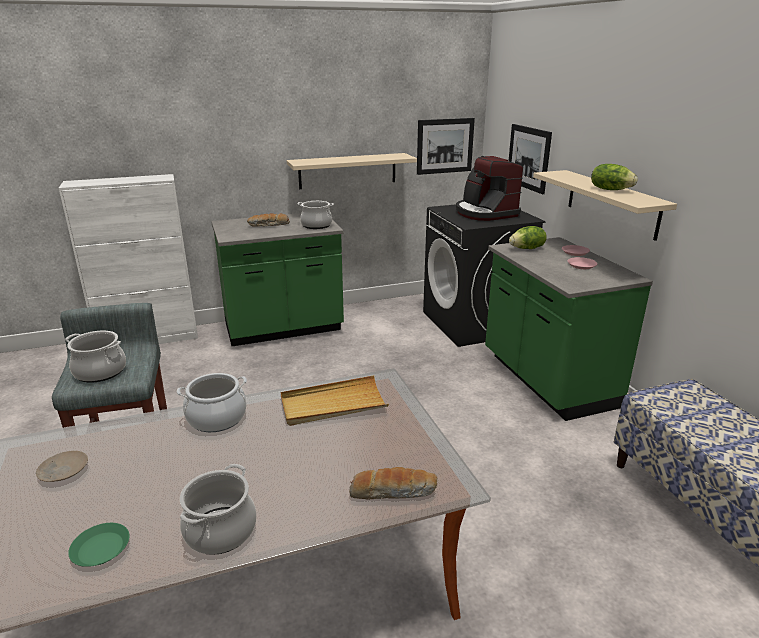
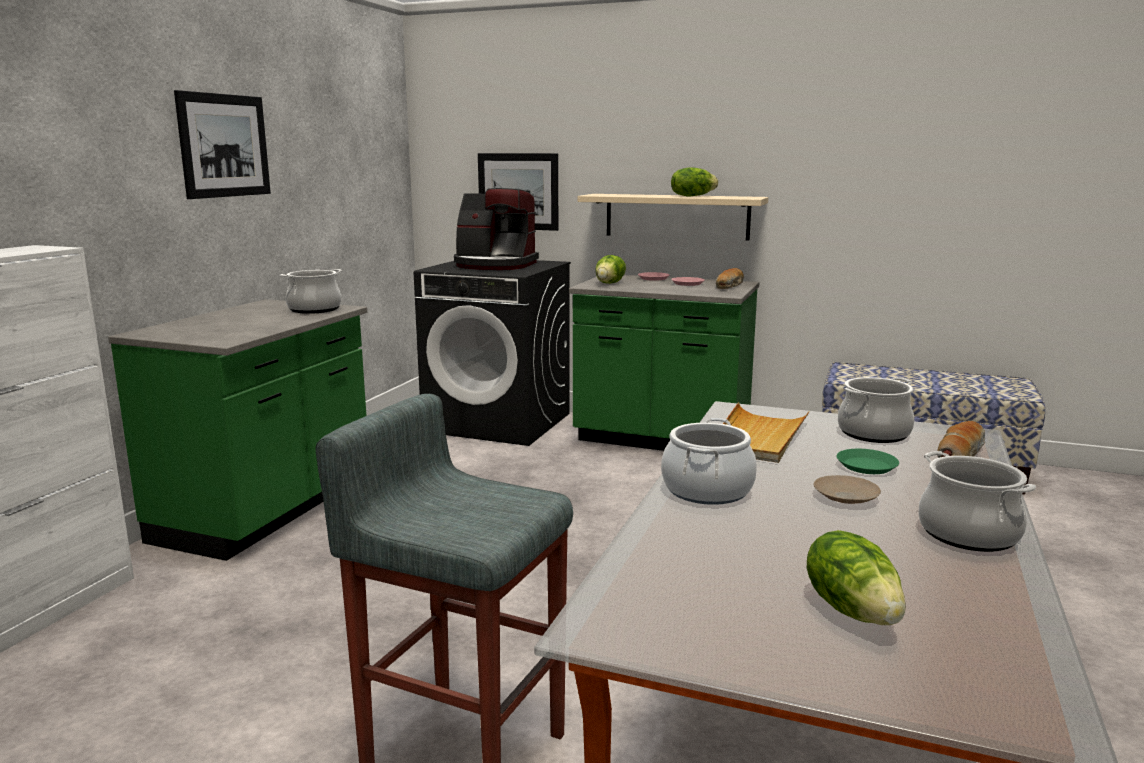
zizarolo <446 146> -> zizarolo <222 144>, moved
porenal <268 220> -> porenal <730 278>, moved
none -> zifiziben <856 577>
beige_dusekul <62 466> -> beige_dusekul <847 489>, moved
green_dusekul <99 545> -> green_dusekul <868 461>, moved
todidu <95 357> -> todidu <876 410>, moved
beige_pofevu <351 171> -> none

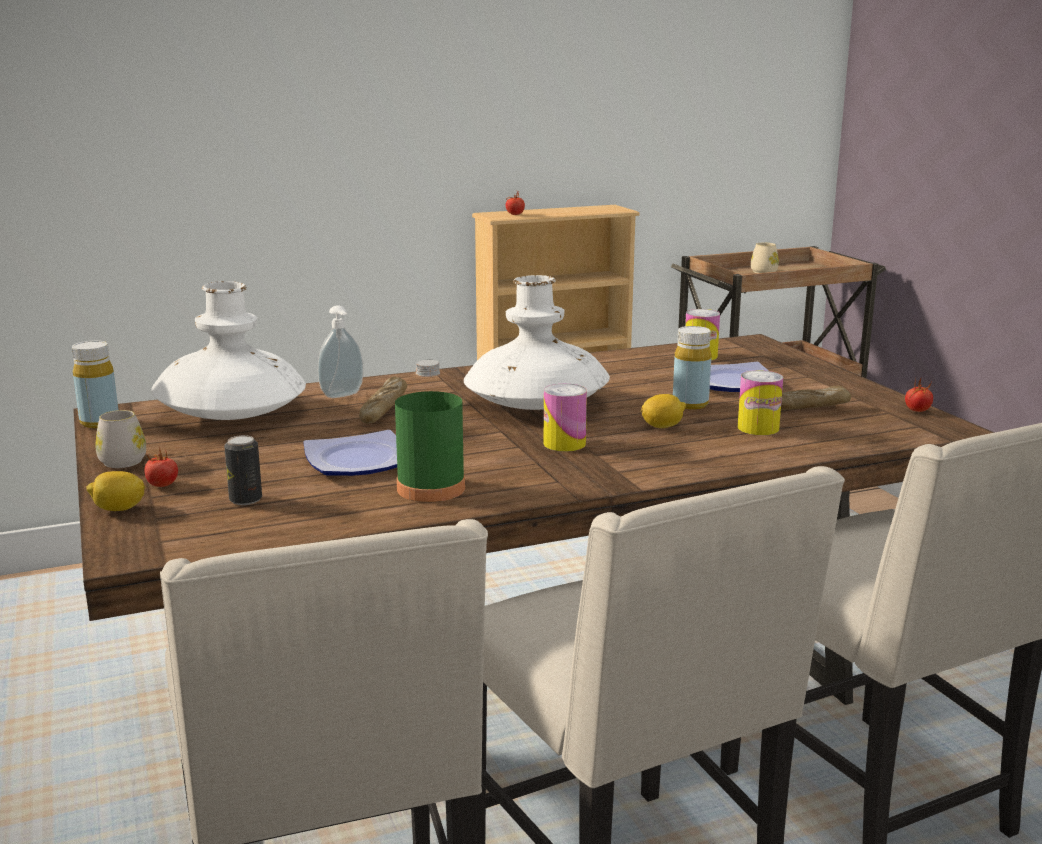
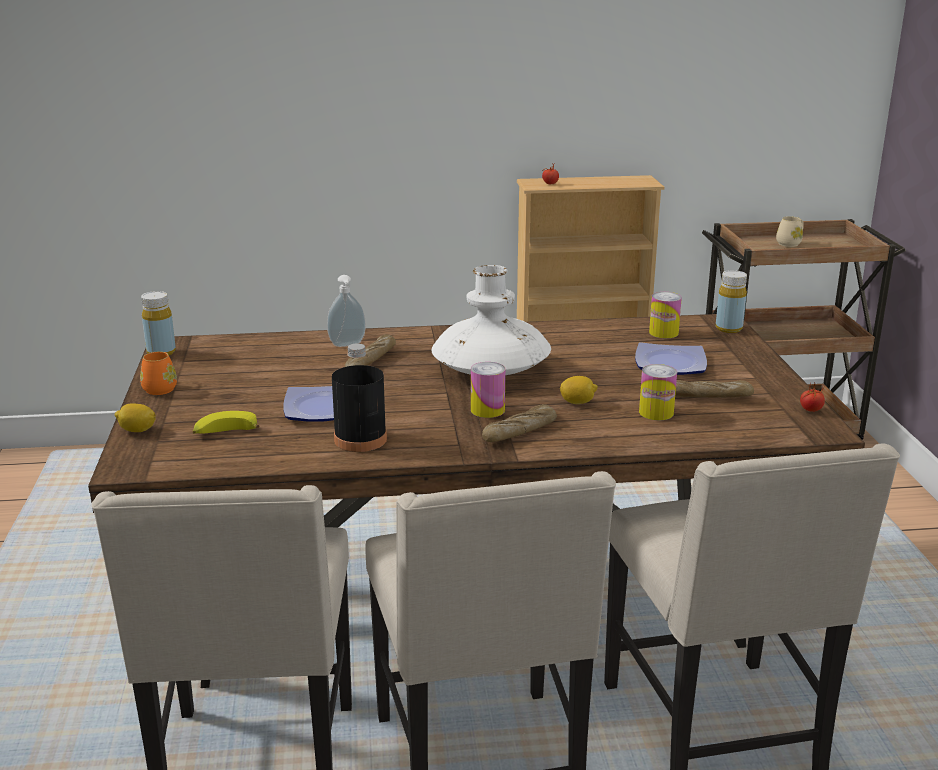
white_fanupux <120 439> -> orange_fanupux <158 373>
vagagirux <243 470> -> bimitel <226 422>
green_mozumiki <430 431> -> black_mozumiki <359 397>
none -> porenal <519 423>
yellow_mozumiki <692 367> -> yellow_mozumiki <731 301>, moved
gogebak <161 467> -> none
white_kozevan <228 350> -> none

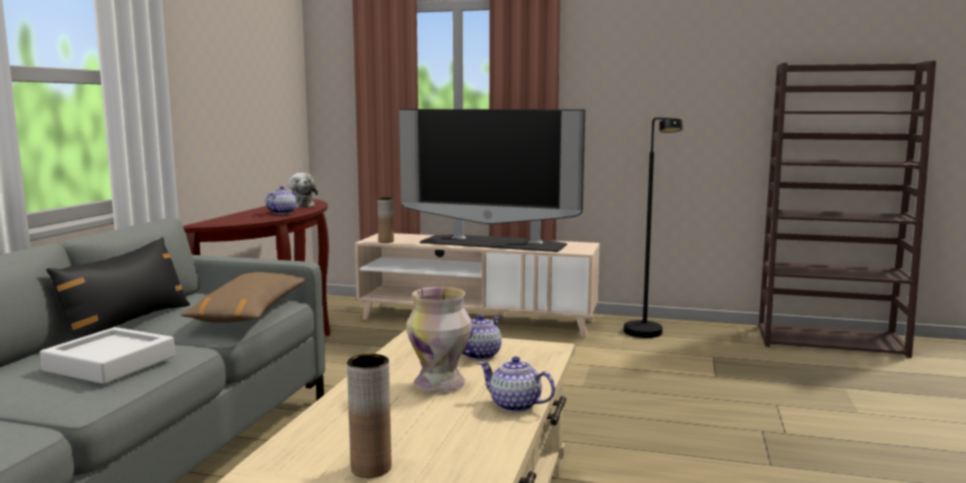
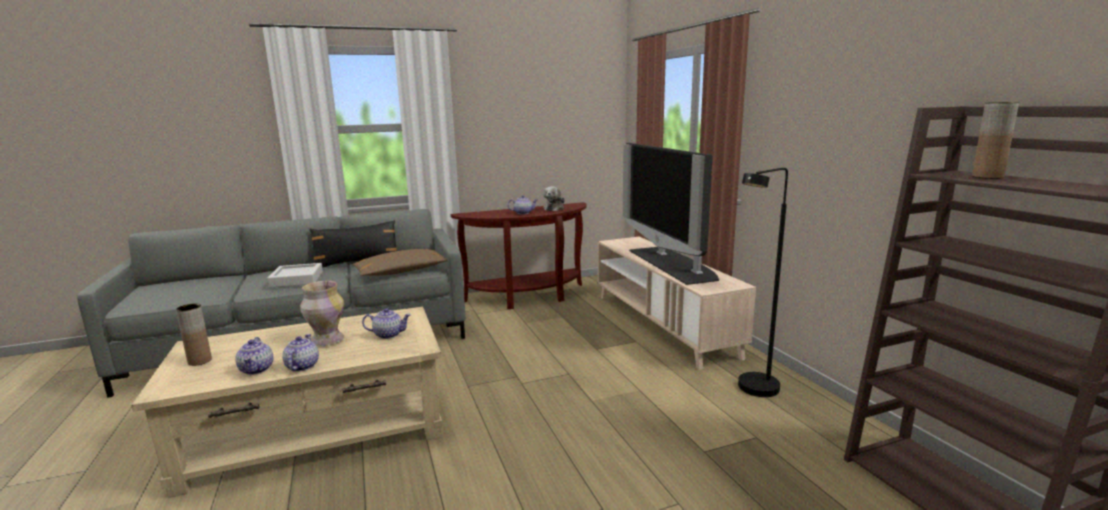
none -> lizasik <254 356>
brown_kozevan <385 220> -> brown_kozevan <995 140>, moved

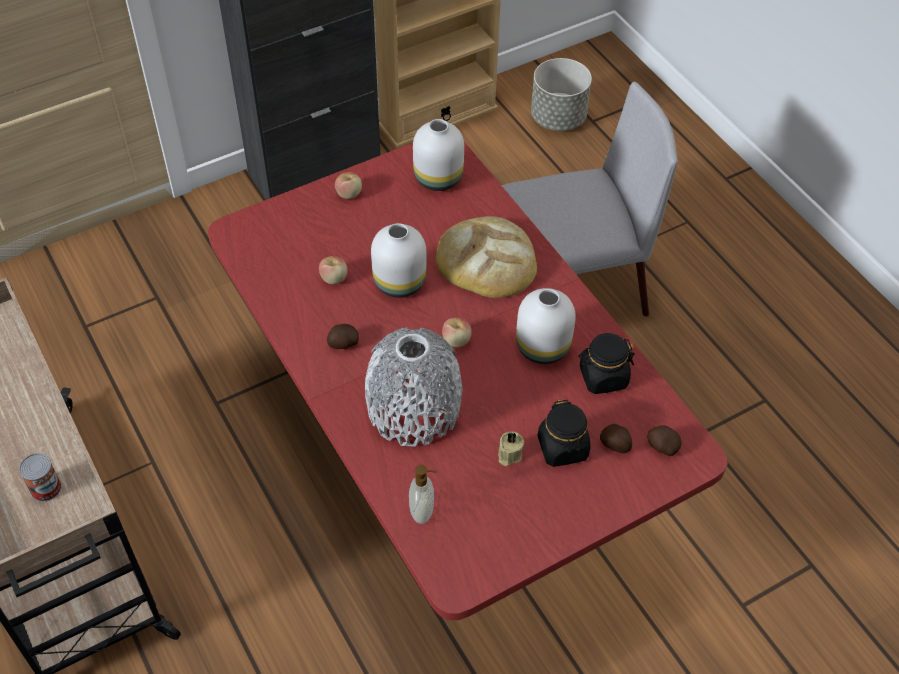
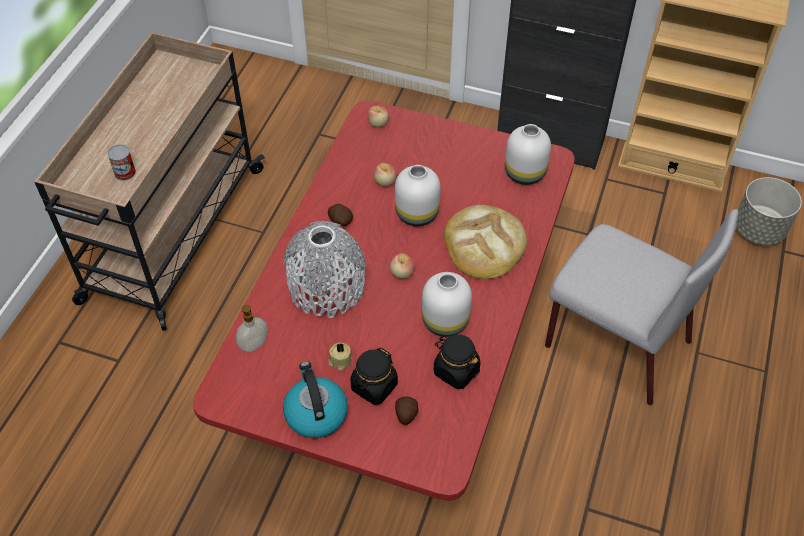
none -> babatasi <315 399>
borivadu <348 185> -> borivadu <378 116>, moved
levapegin <664 440> -> none

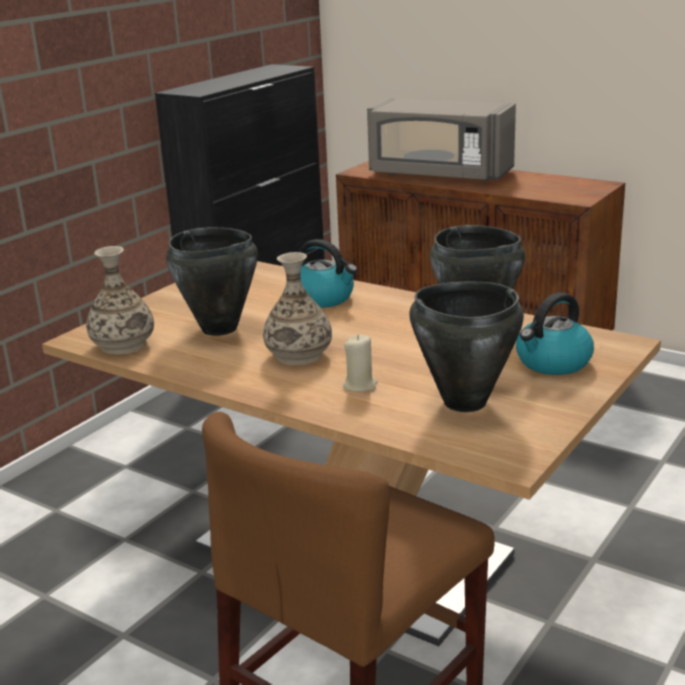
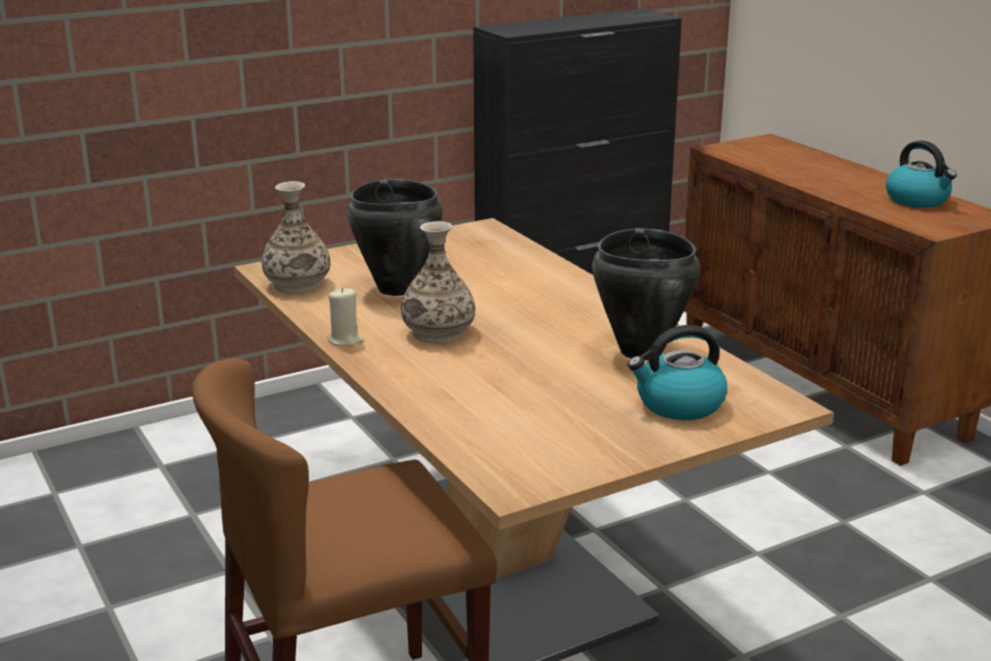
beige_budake <360 363> -> beige_budake <346 316>, moved
babatasi <327 273> -> babatasi <921 174>, moved
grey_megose <441 140> -> none
black_todidu <466 347> -> none

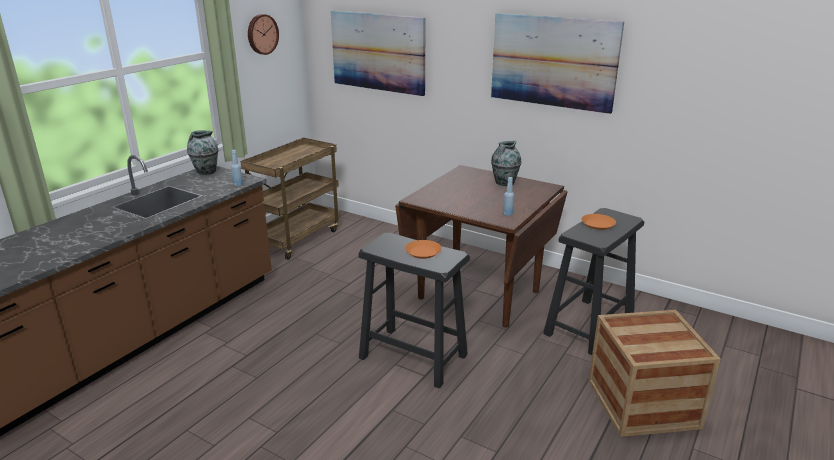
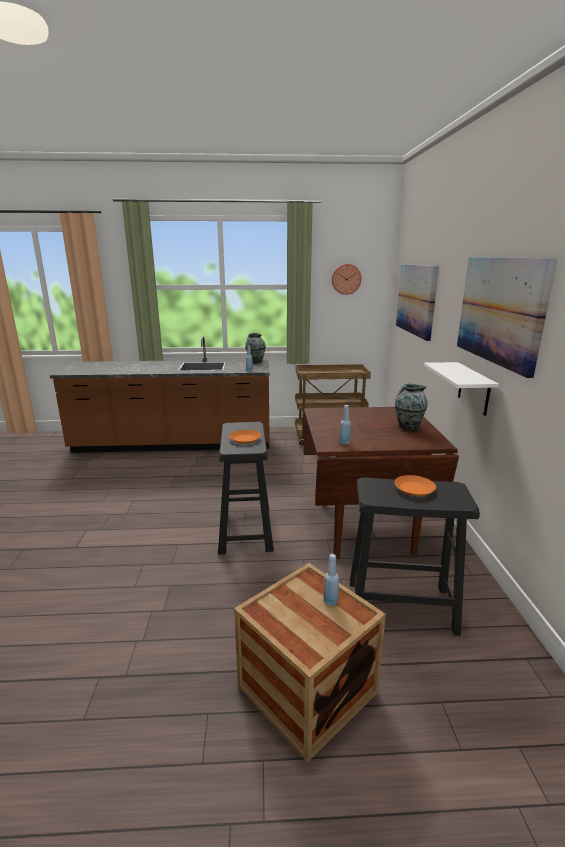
none -> blue_mozumiki <331 580>
none -> white_pofevu <461 389>

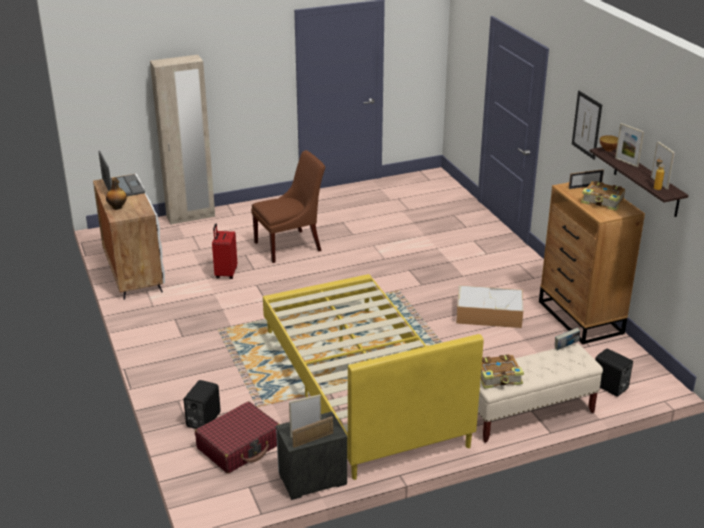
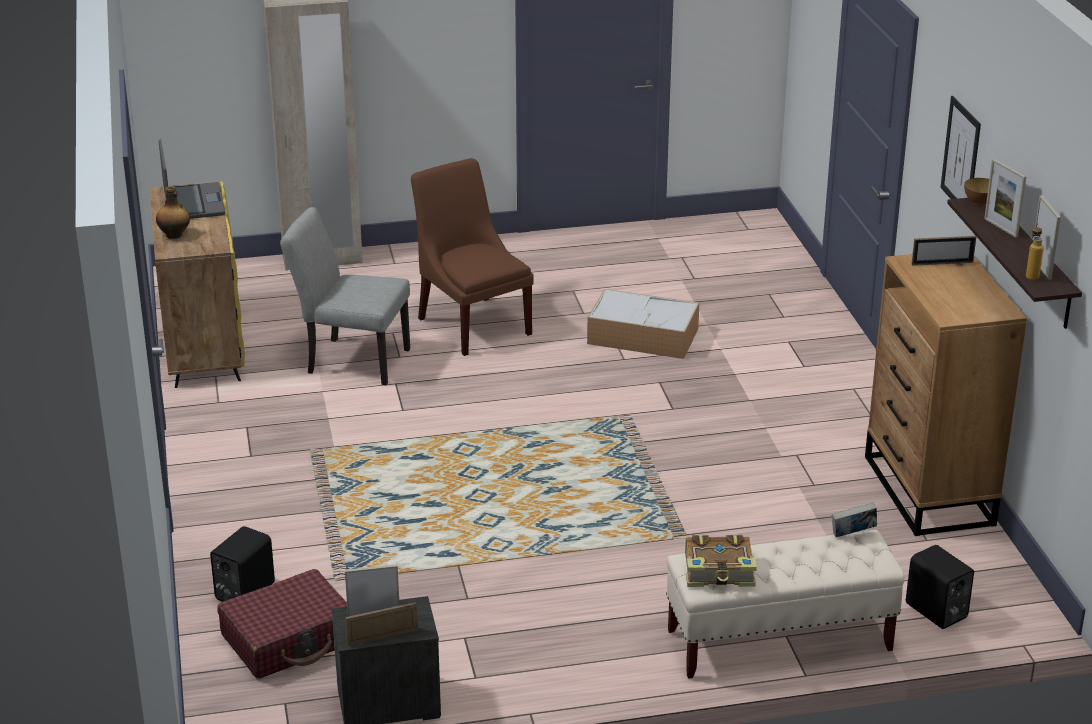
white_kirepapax <129 237> -> yellow_kirepapax <197 284>
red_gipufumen <224 251> -> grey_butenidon <345 296>
brown_butenidon <288 206> -> brown_butenidon <472 257>, 105 degrees counterclockwise
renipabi <489 306> -> renipabi <643 324>, moved
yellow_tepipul <373 377> -> none
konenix <603 196> -> none

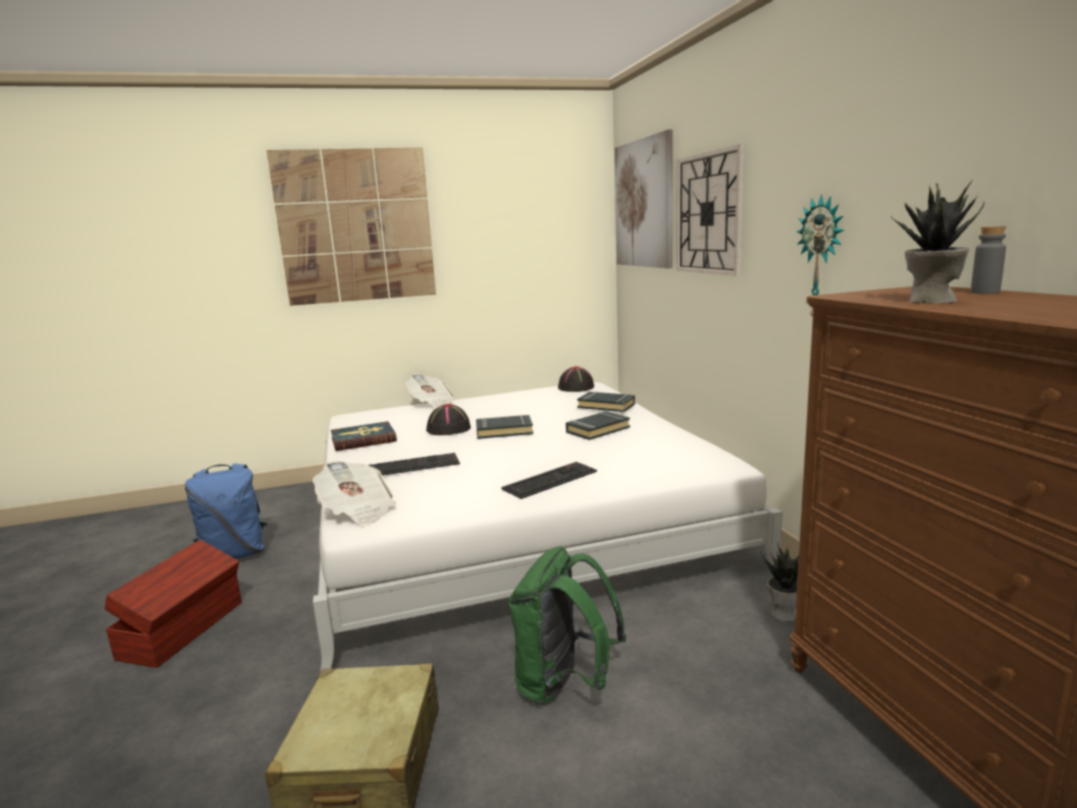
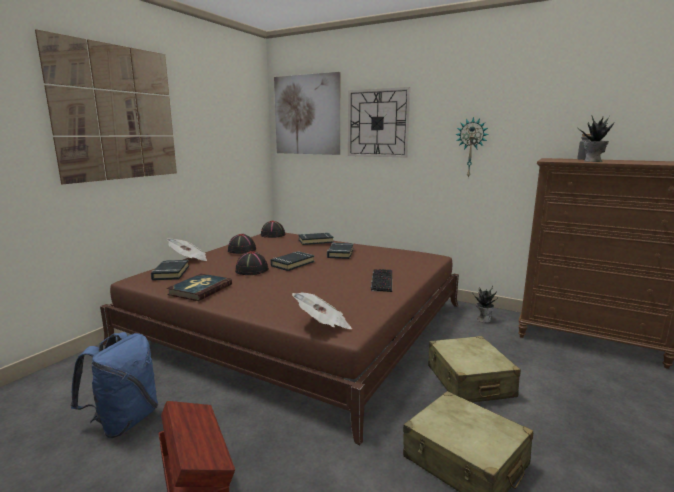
white_tepipul <548 527> -> brown_tepipul <279 339>
none -> black_konenix <170 270>
none -> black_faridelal <242 244>
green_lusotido <567 625> -> beige_gipufumen <474 369>
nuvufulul <414 464> -> none

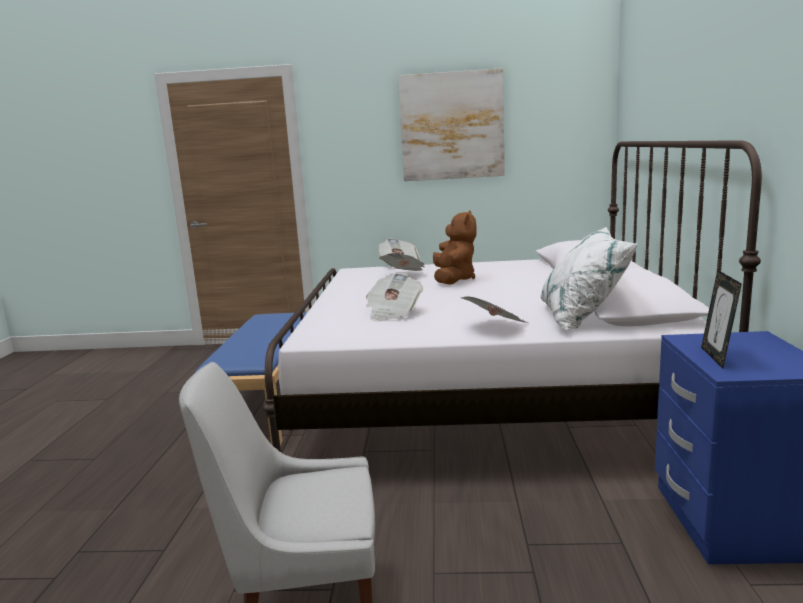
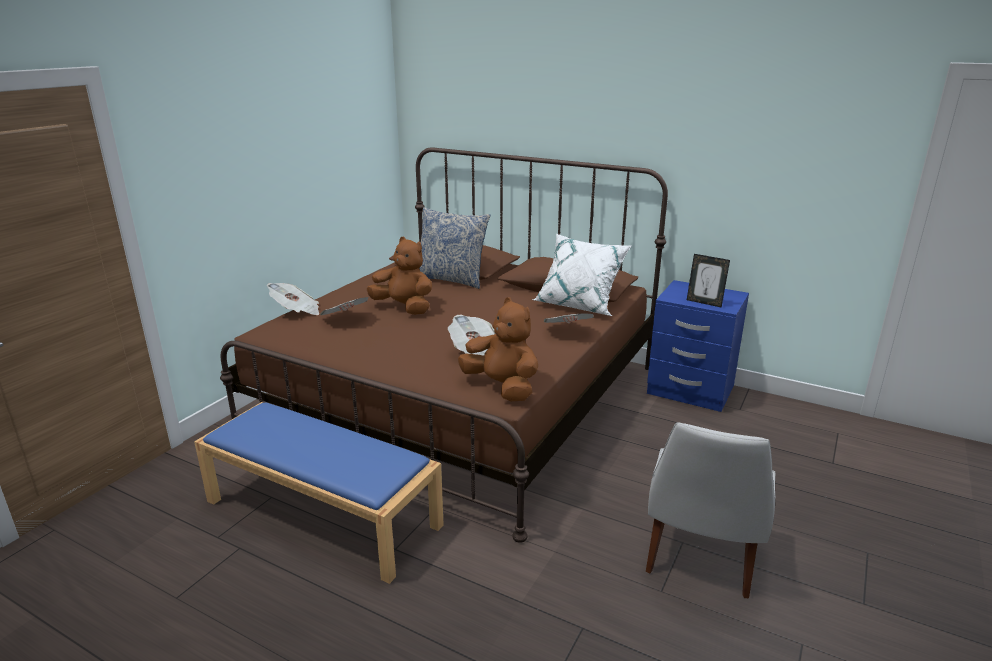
white_tepipul <512 296> -> brown_tepipul <444 345>
none -> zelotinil <454 248>
none -> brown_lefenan <498 349>
zizarolo <451 124> -> none

